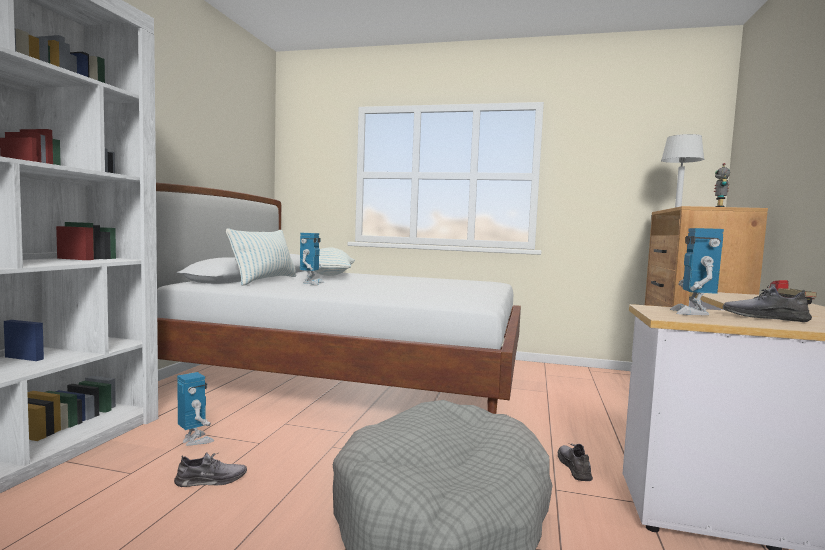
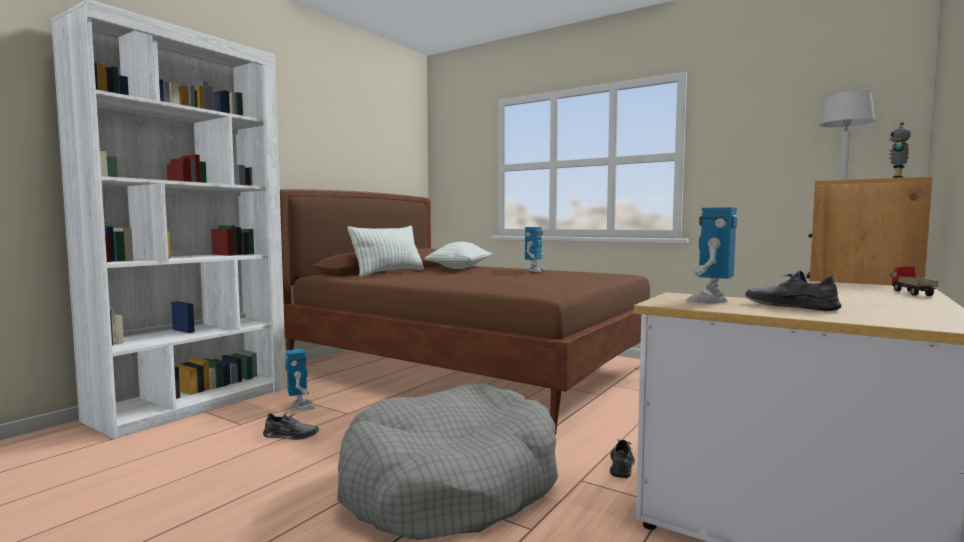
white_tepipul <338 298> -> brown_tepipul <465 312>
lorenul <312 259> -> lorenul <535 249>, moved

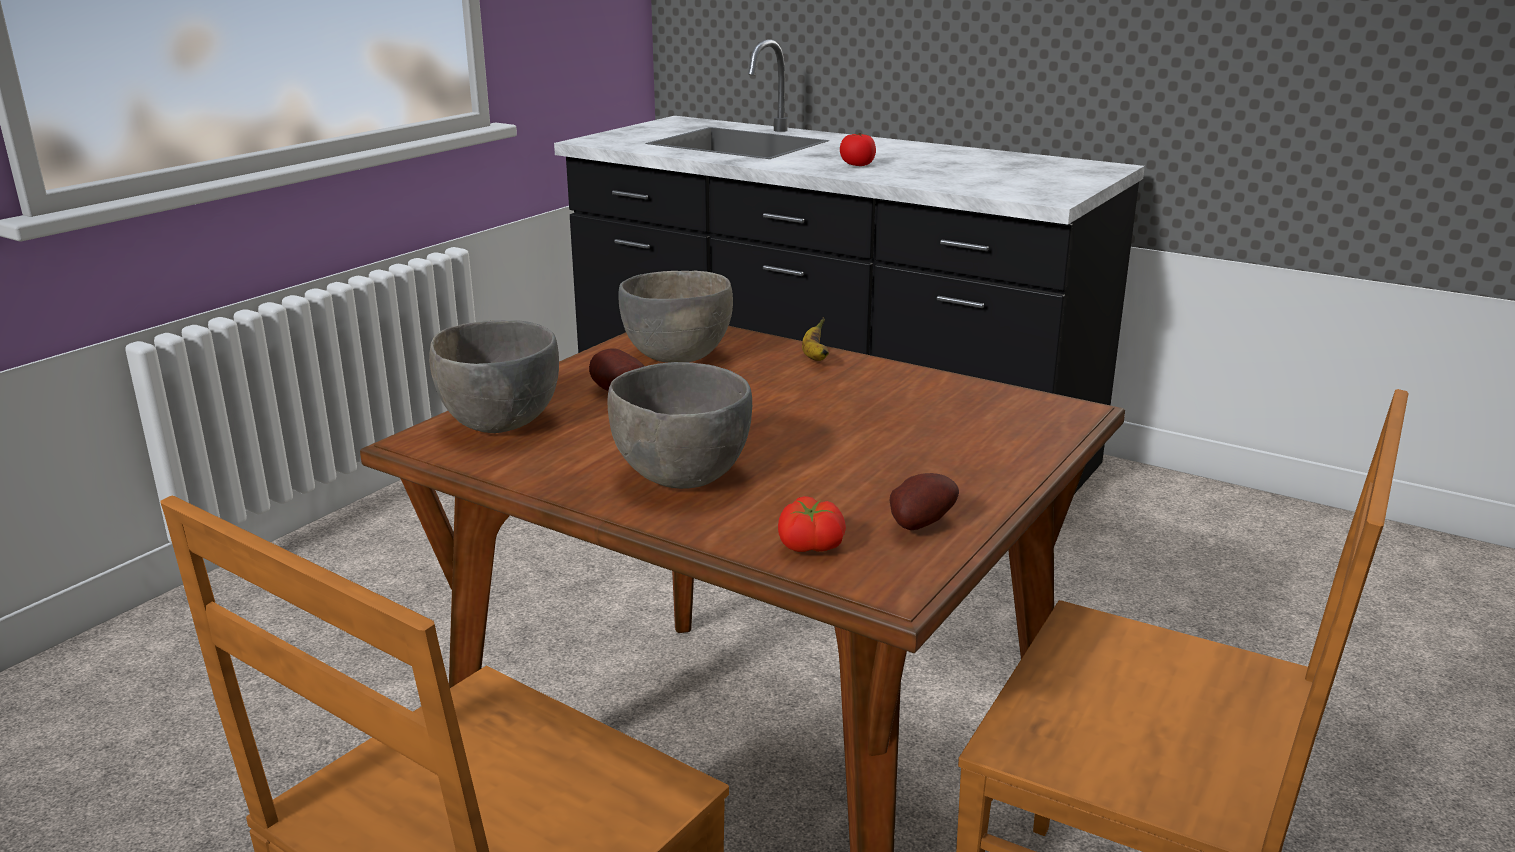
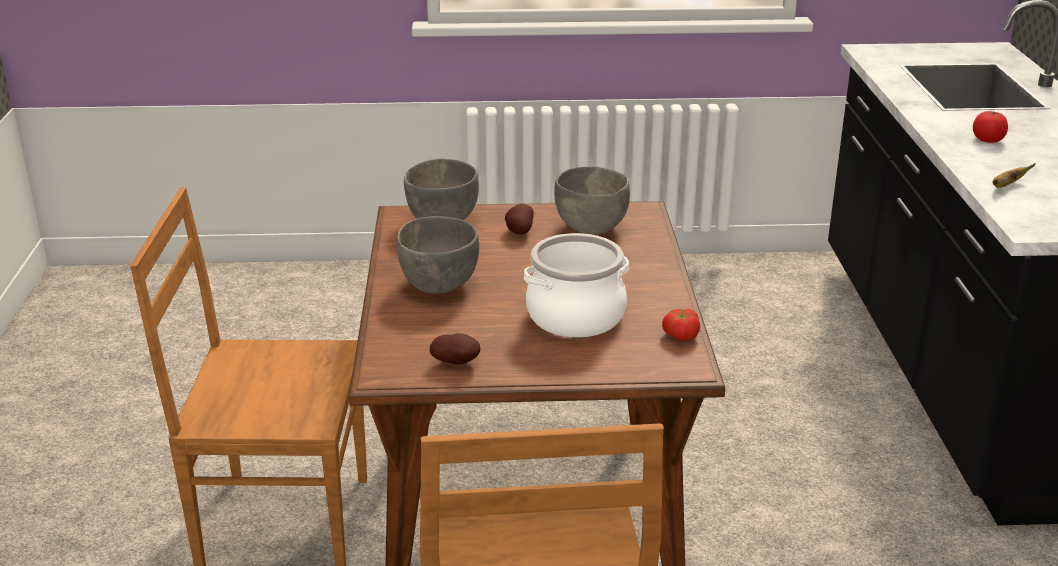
none -> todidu <576 285>
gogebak <812 524> -> gogebak <681 325>, moved
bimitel <815 339> -> bimitel <1014 175>, moved

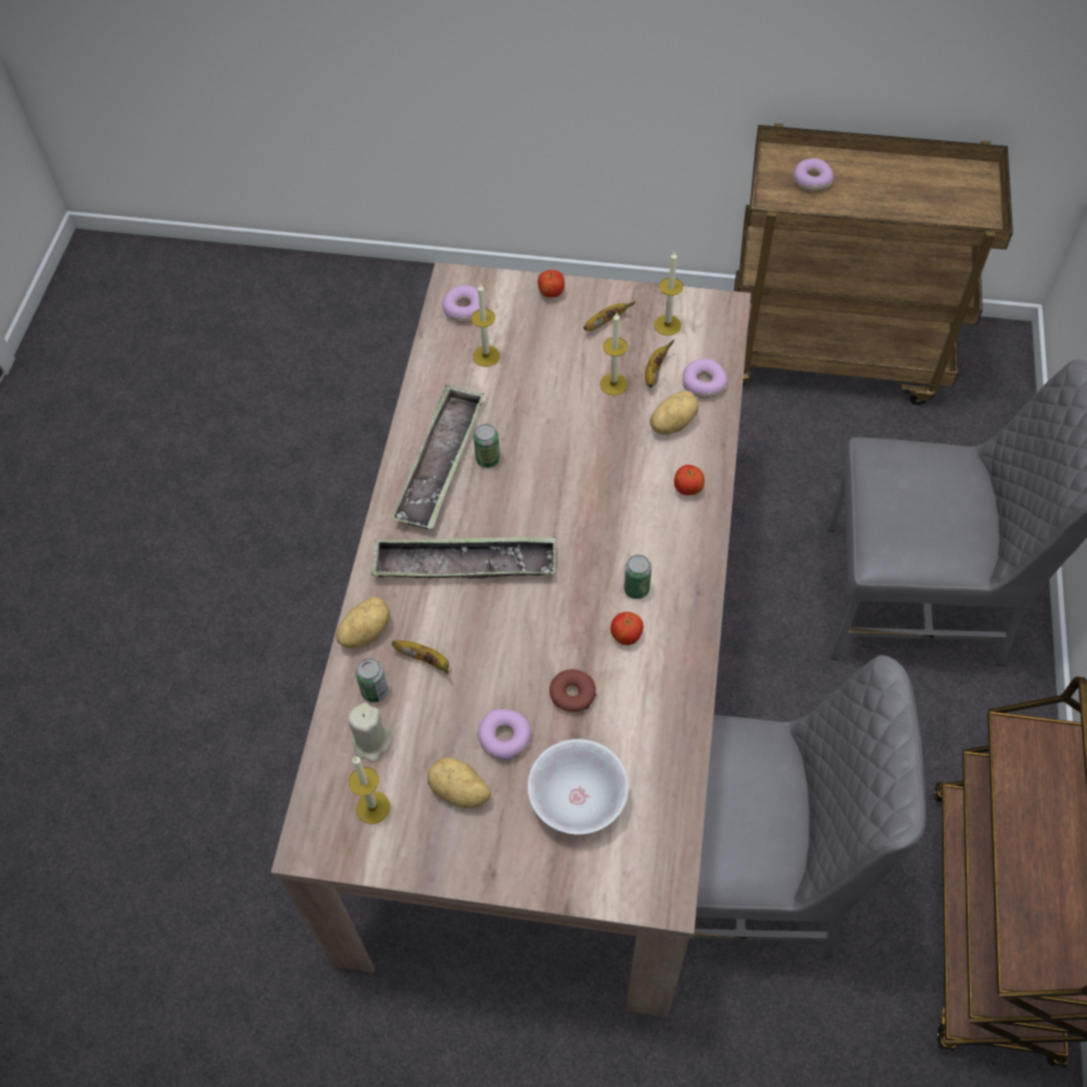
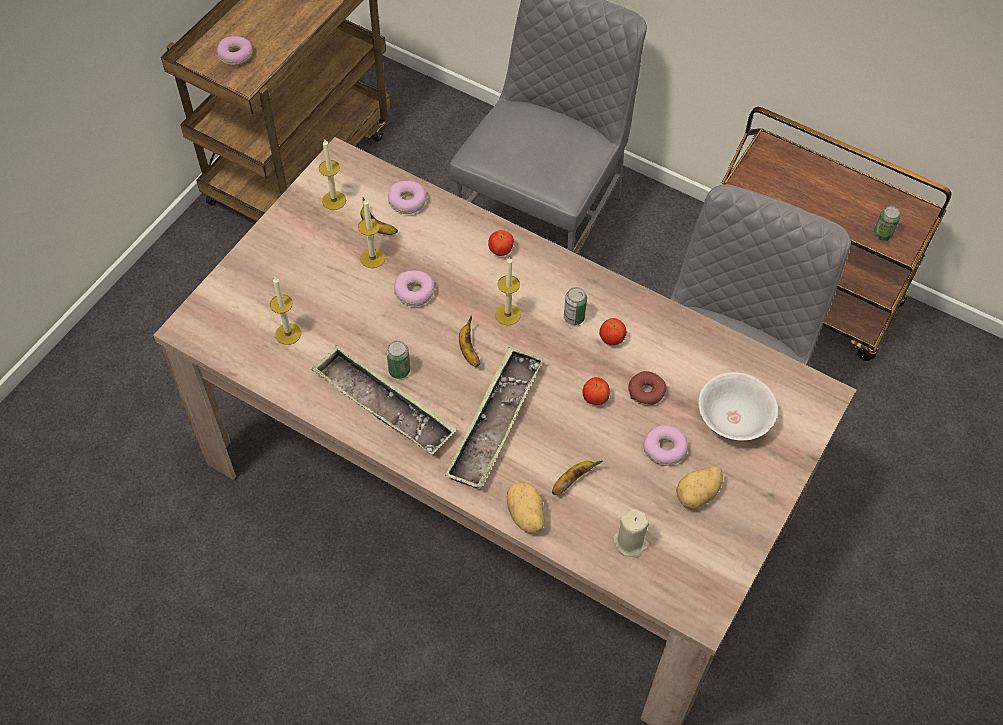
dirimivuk <464 303> -> dirimivuk <414 288>, moved
bimitel <609 316> -> bimitel <469 341>, moved
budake <369 790> -> budake <508 290>, moved
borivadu <551 284> -> borivadu <596 391>, moved
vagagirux <371 680> -> vagagirux <887 223>, moved
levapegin <674 412> -> none

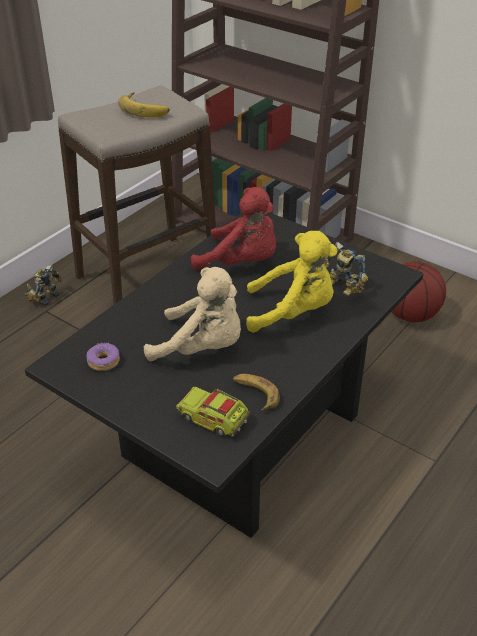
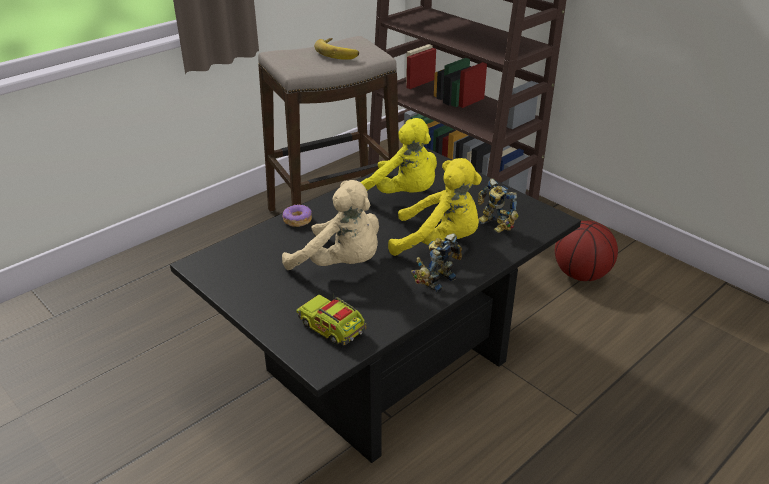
dirimivuk <103 357> -> dirimivuk <297 215>, moved
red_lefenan <233 228> -> yellow_lefenan <399 156>
lorenul <43 285> -> lorenul <436 262>, moved
bimitel <256 392> -> none

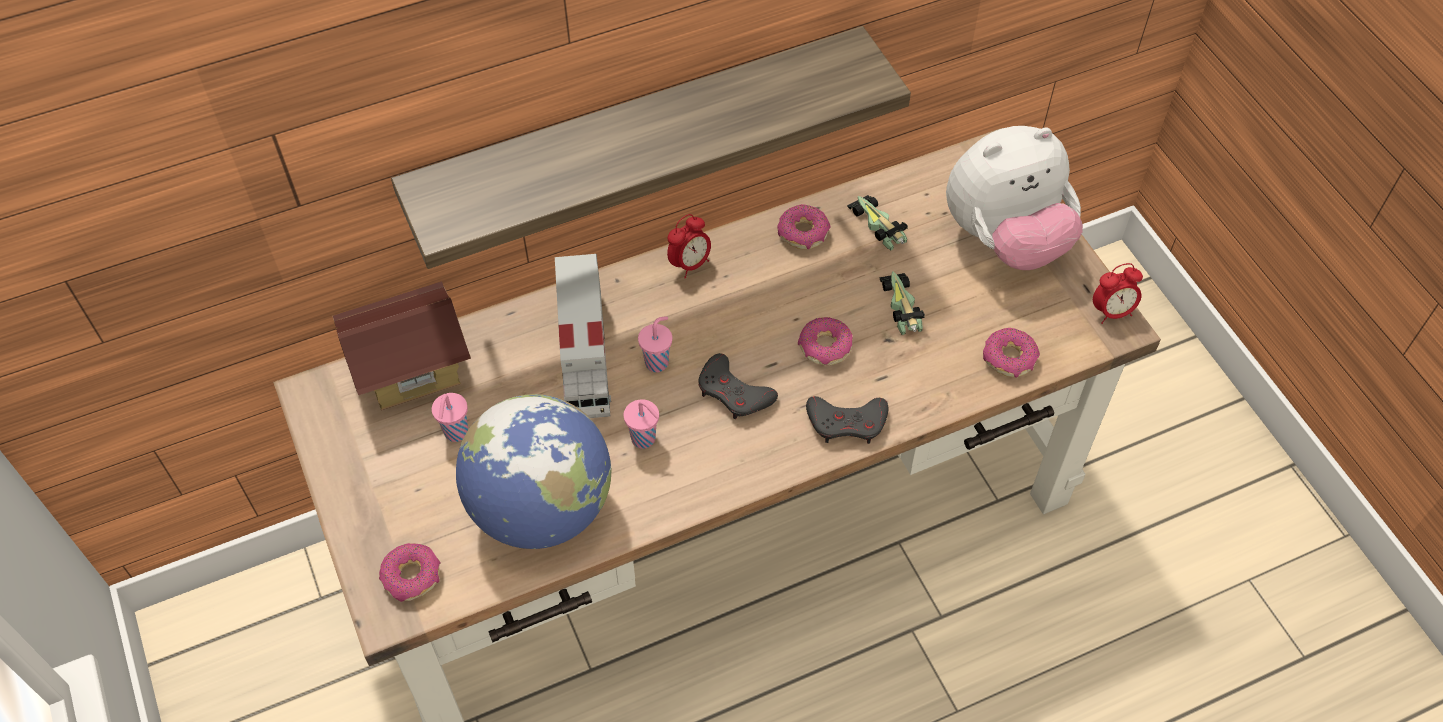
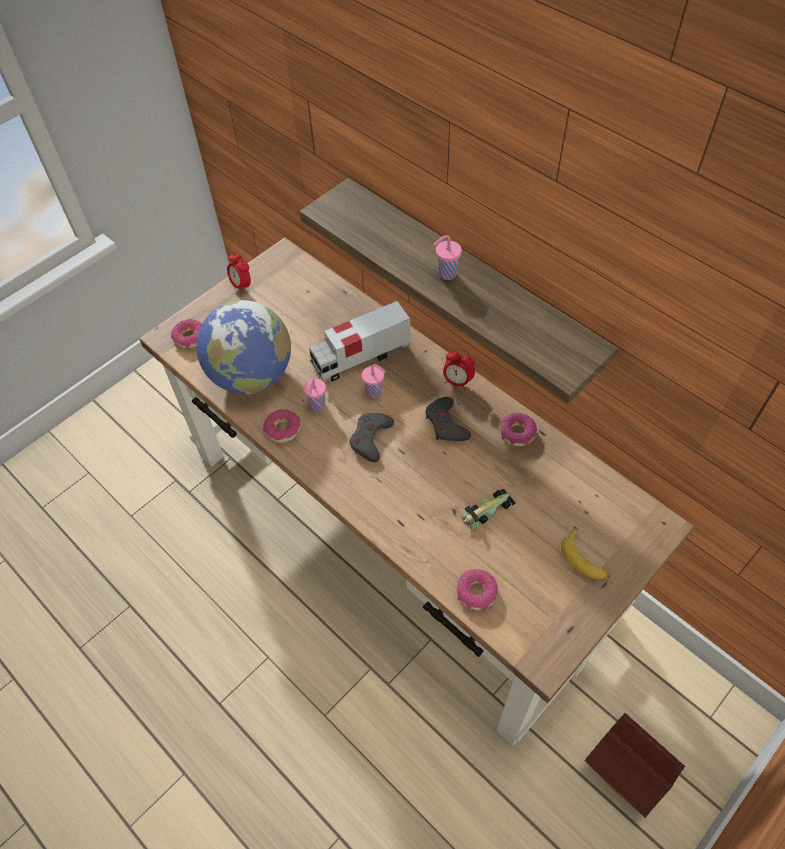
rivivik <1118 293> -> rivivik <239 273>, moved
dirimivuk <825 341> -> dirimivuk <282 426>, moved
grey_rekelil <847 420> -> grey_rekelil <448 419>, moved
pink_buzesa <450 417> -> pink_buzesa <447 257>, moved
lefenan <1014 198> -> bimitel <585 553>
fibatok <402 345> -> fibatok <635 765>, moved
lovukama <877 222> -> none

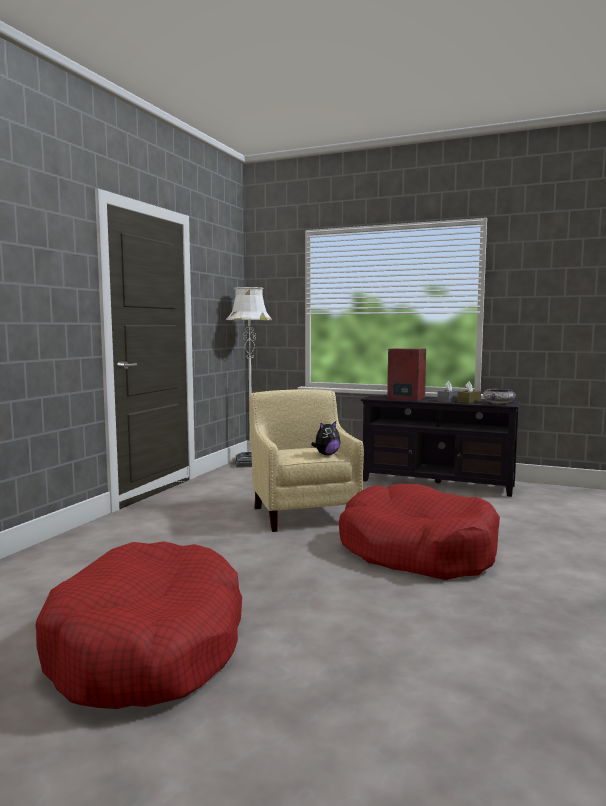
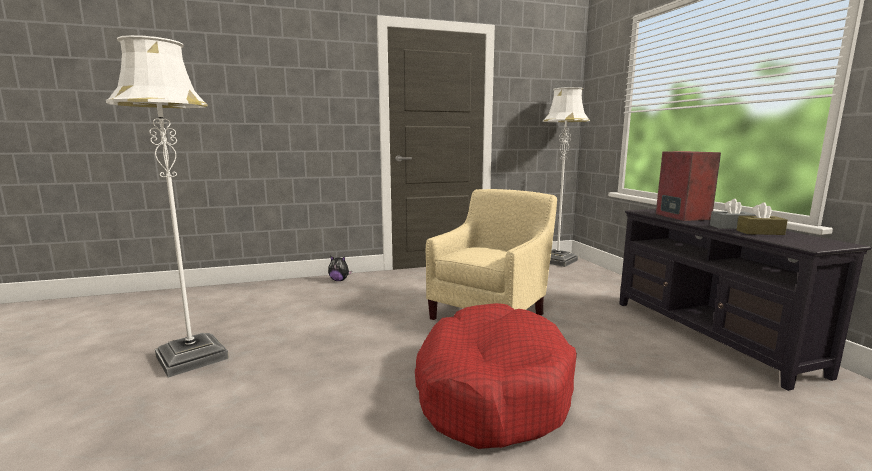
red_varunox <138 625> -> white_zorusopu <167 206>
lefenan <325 438> -> lefenan <340 268>, moved
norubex <499 396> -> none

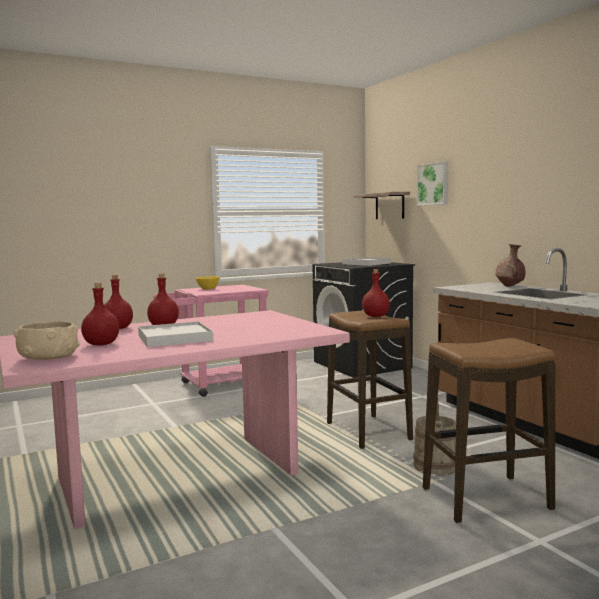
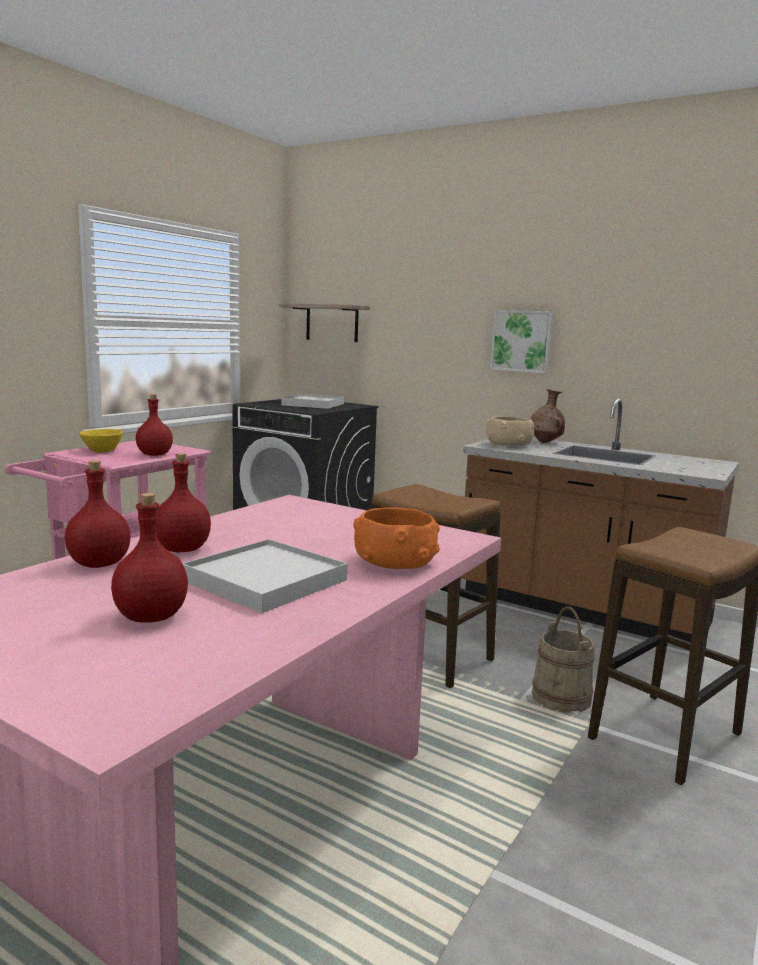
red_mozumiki <376 293> -> red_mozumiki <154 425>, moved
none -> orange_norubex <396 538>
beige_norubex <47 340> -> beige_norubex <510 431>, moved
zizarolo <432 183> -> zizarolo <522 341>, moved

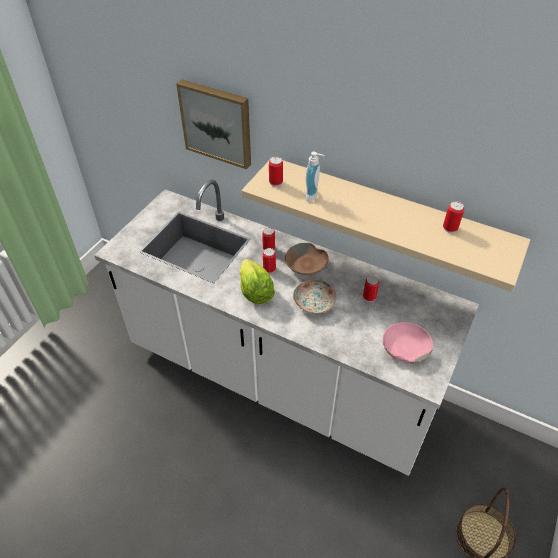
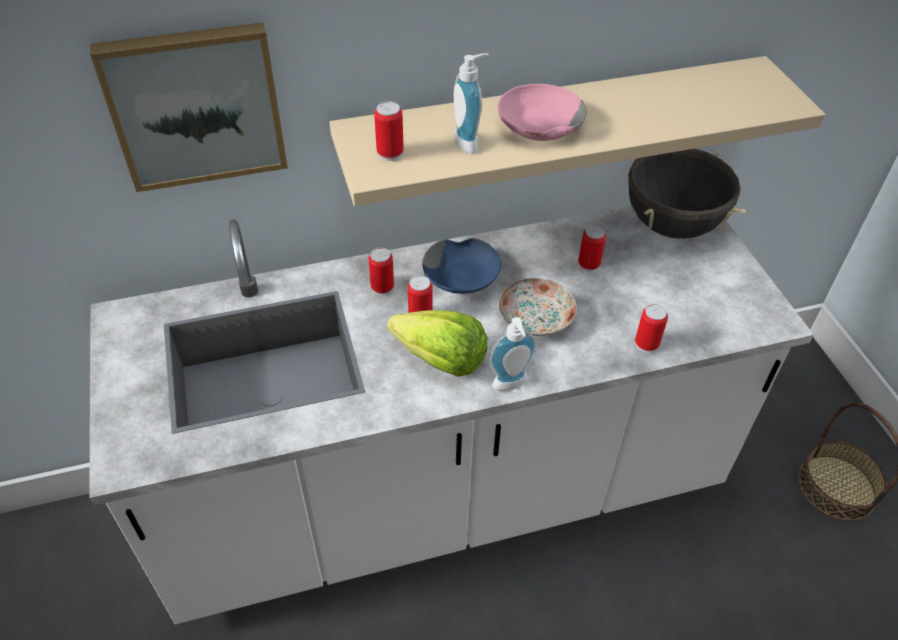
brown_norubex <307 259> -> blue_norubex <461 266>
none -> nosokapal <513 354>
pink_norubex <408 343> -> pink_norubex <542 112>, moved
none -> black_todidu <687 194>
vagagirux <453 217> -> vagagirux <651 328>, moved

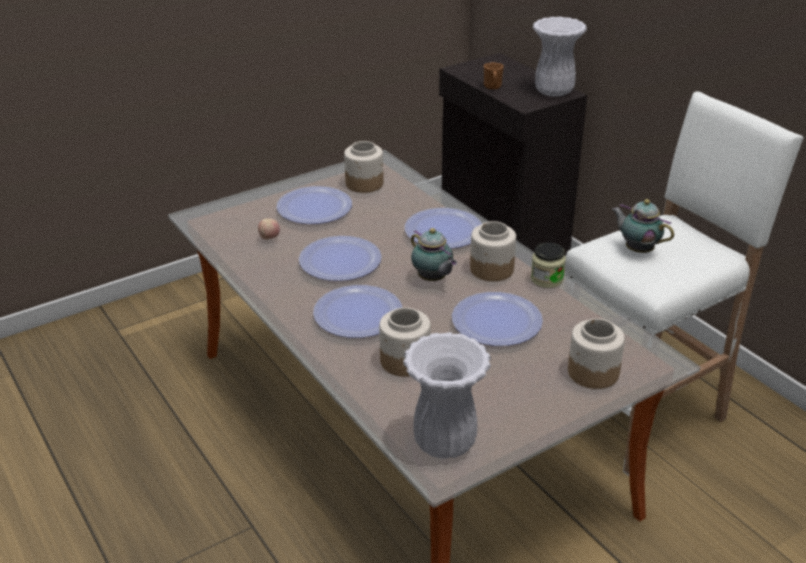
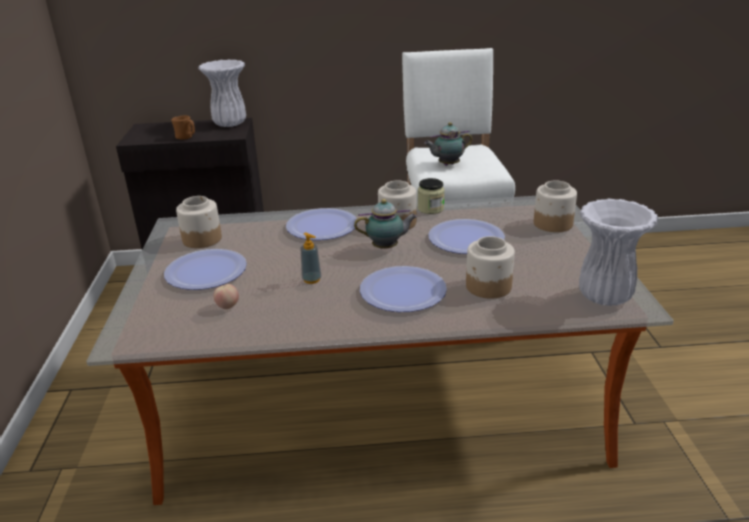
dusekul <340 258> -> nosokapal <310 258>

